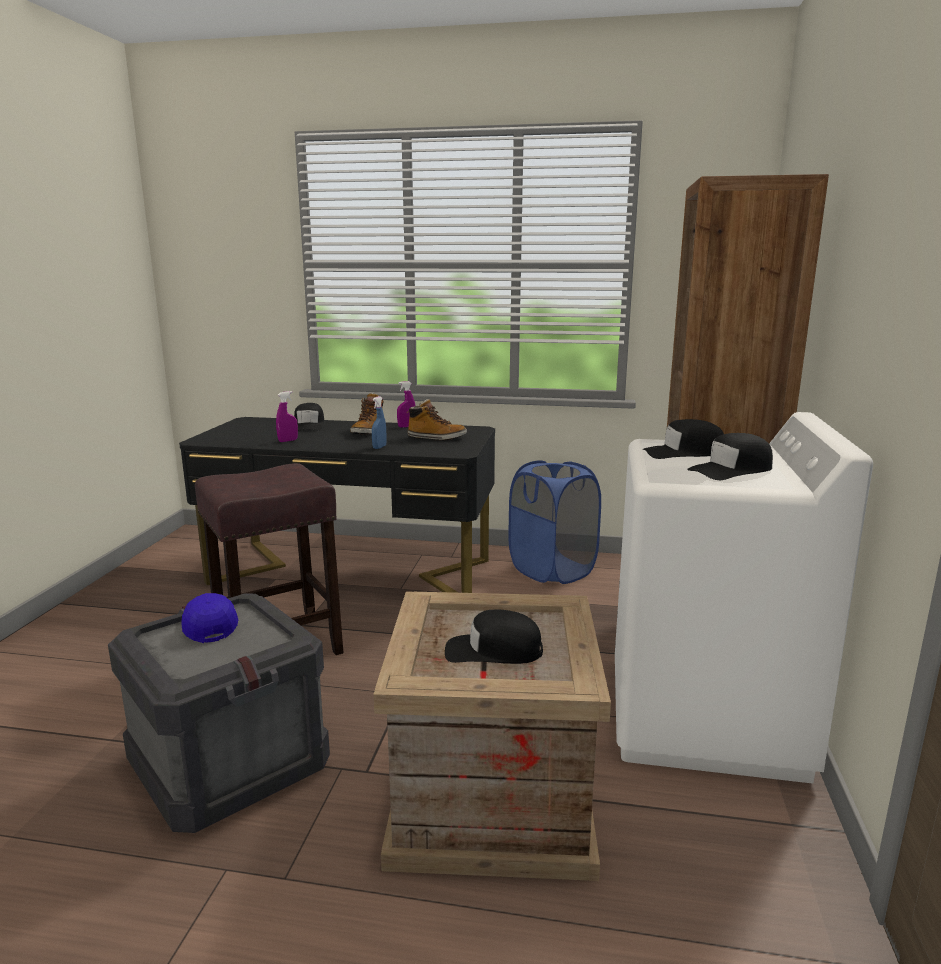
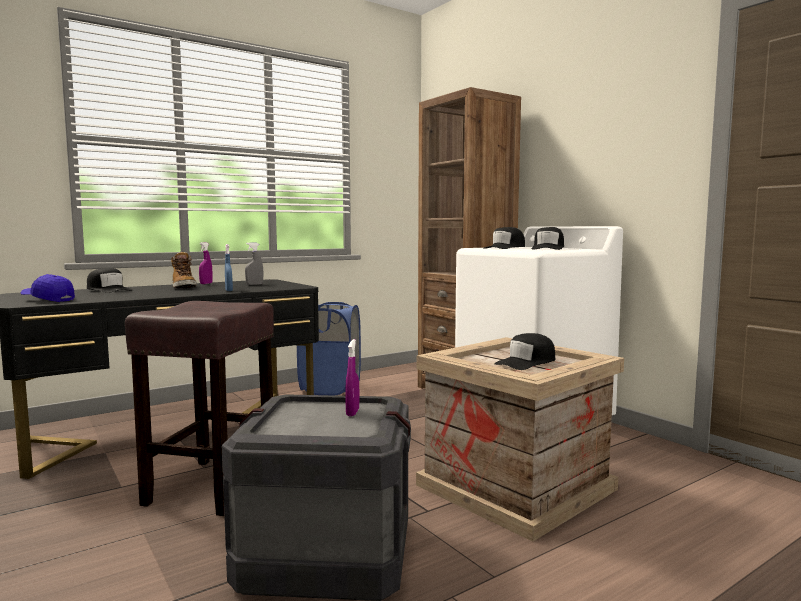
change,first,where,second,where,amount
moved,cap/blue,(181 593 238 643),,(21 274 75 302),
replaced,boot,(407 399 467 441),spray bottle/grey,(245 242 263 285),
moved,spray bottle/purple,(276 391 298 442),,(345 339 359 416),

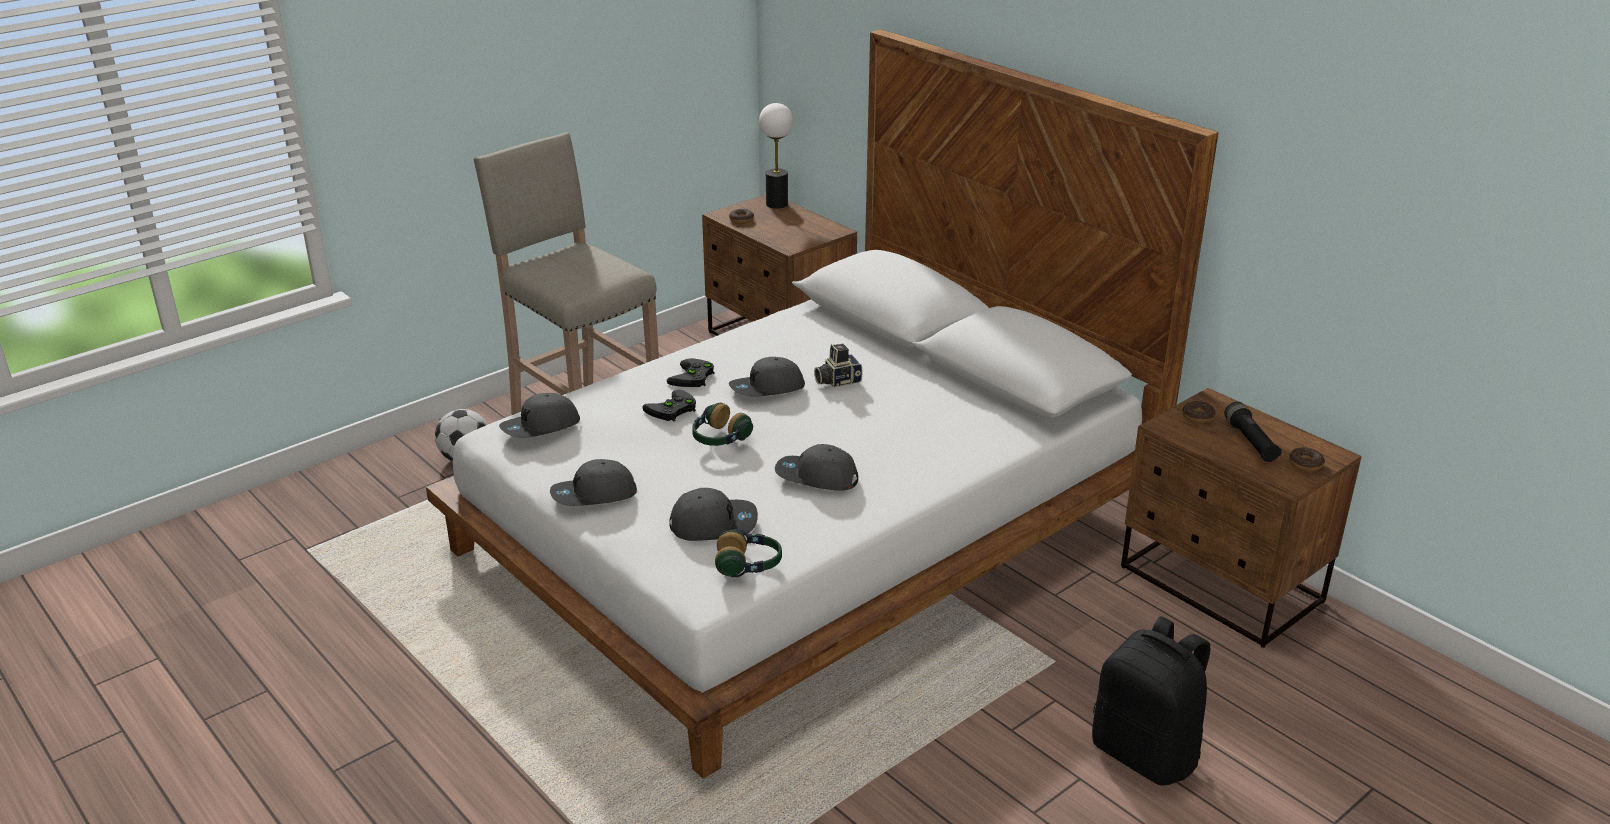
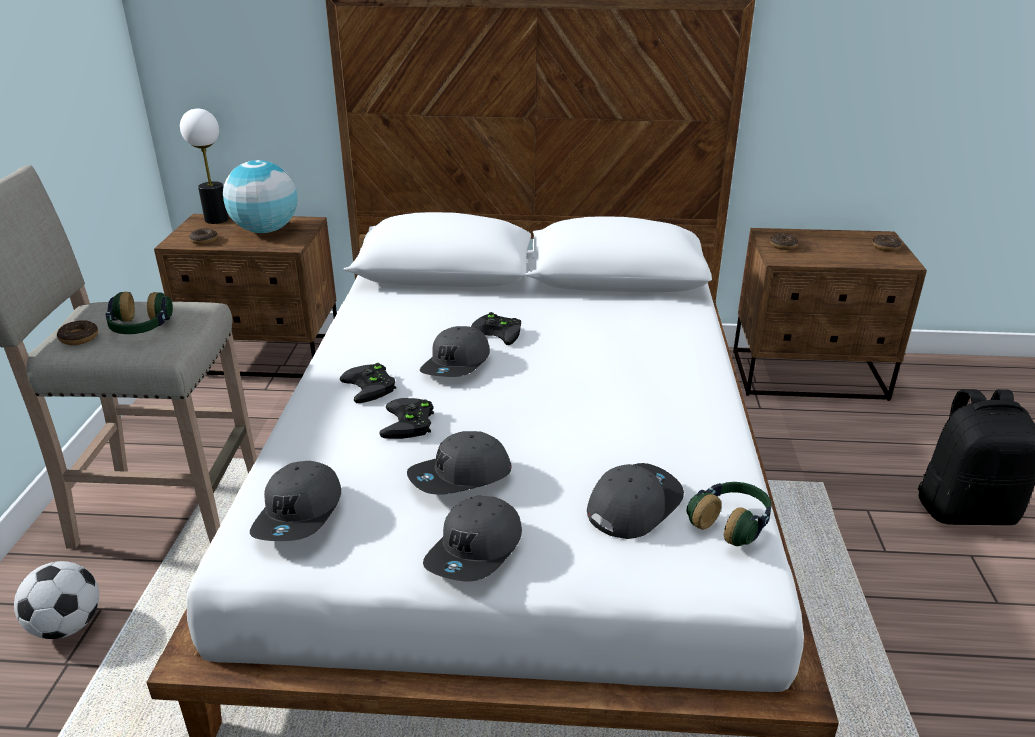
change,first,where,second,where,amount
added,,,donut,(57 320 98 345),
moved,headphones,(692 403 753 446),,(106 292 173 334),
added,,,globe,(223 160 298 233),
moved,cap/grey,(775 444 858 491),,(407 431 512 495),
replaced,photo camera,(814 344 862 388),game controller/black,(471 312 521 345),
removed,flashlight/black,(1224 402 1282 462),,,

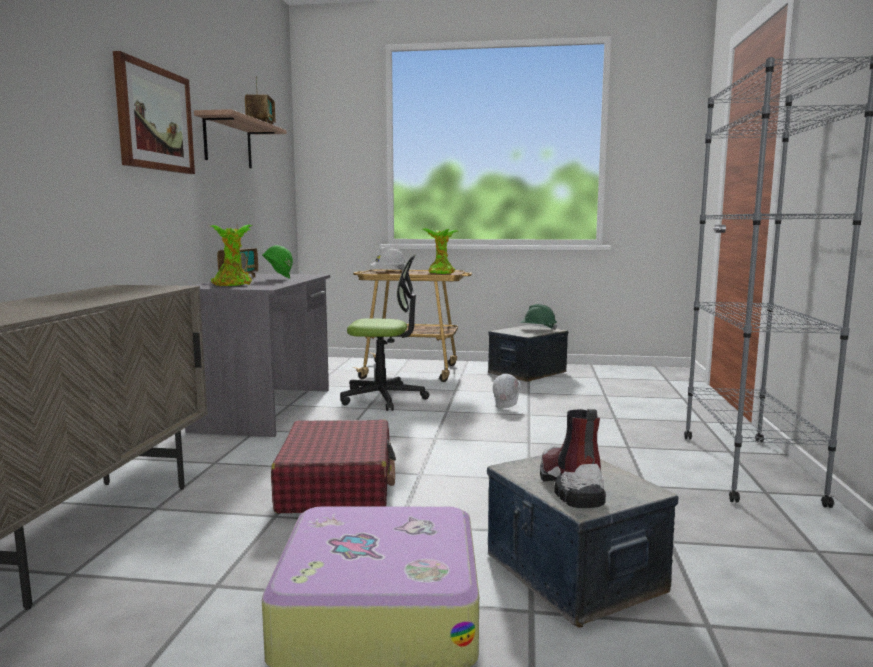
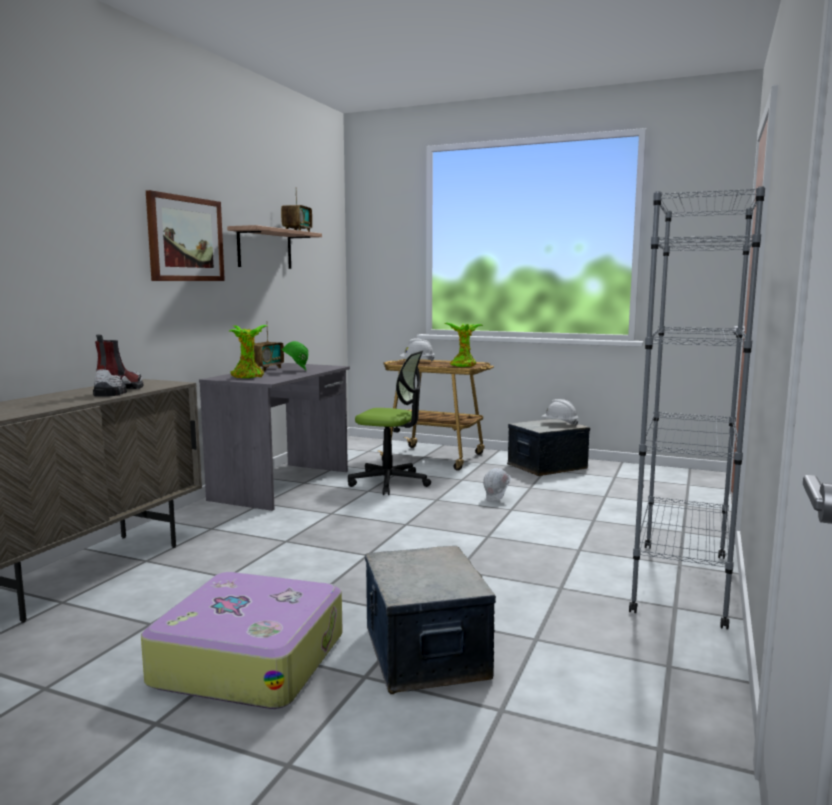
change,first,where,second,where,amount
moved,boot,(540 409 606 508),,(93 335 144 397),
recoloured,hard hat/green,(520 304 558 330),hard hat/white,(541 399 579 426),
removed,suitcase/red,(271 419 396 513),,,

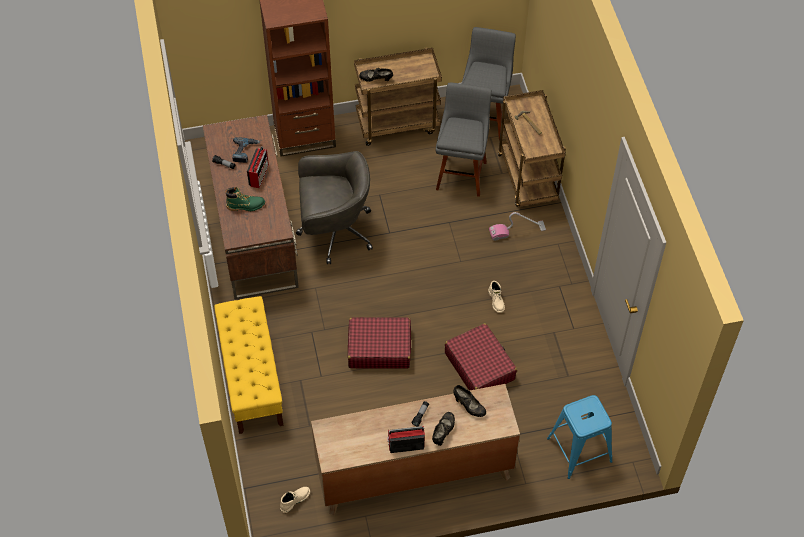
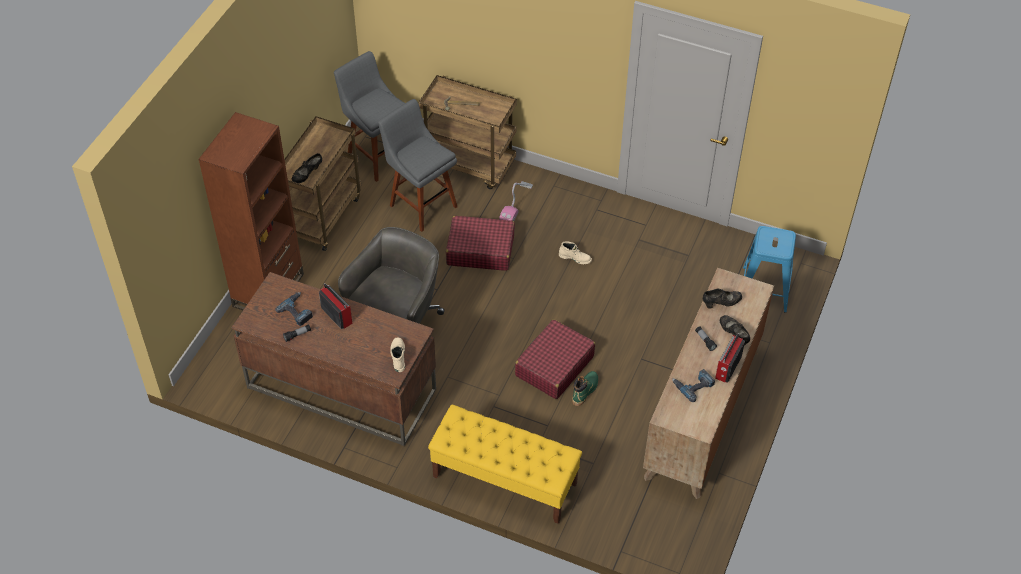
change,first,where,second,where,amount
moved,boot/beige,(280 487 310 513),,(390 337 405 372),
moved,suitcase/red,(445 323 517 391),,(446 216 515 271),
moved,boot/green,(225 187 265 211),,(572 371 598 406),
added,,,power drill,(672 369 715 402),

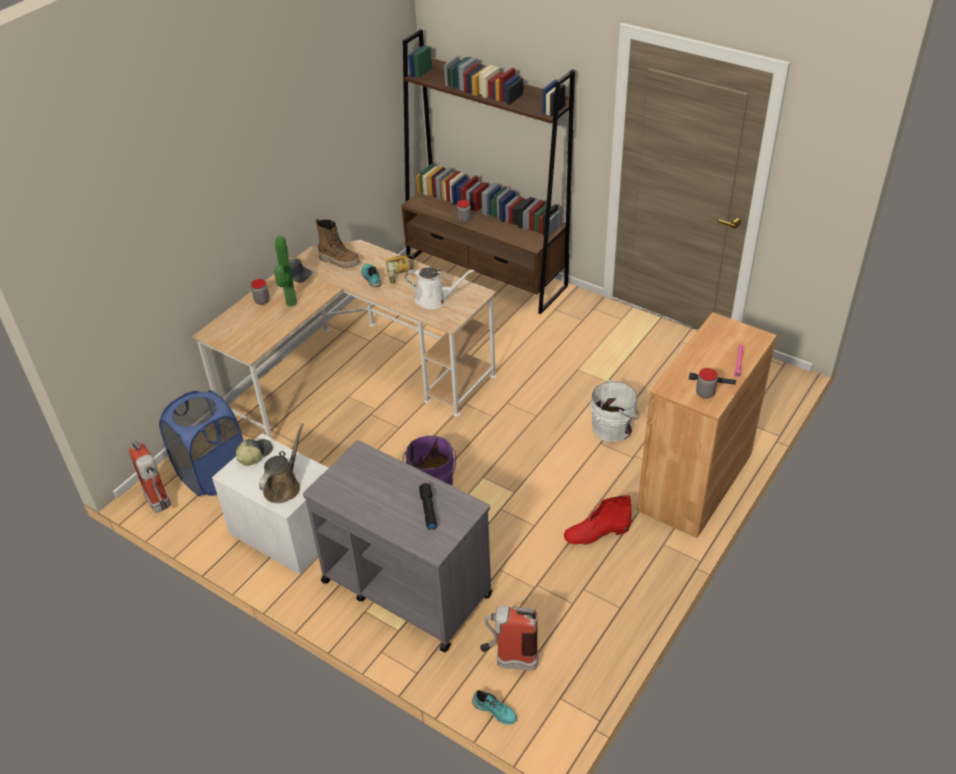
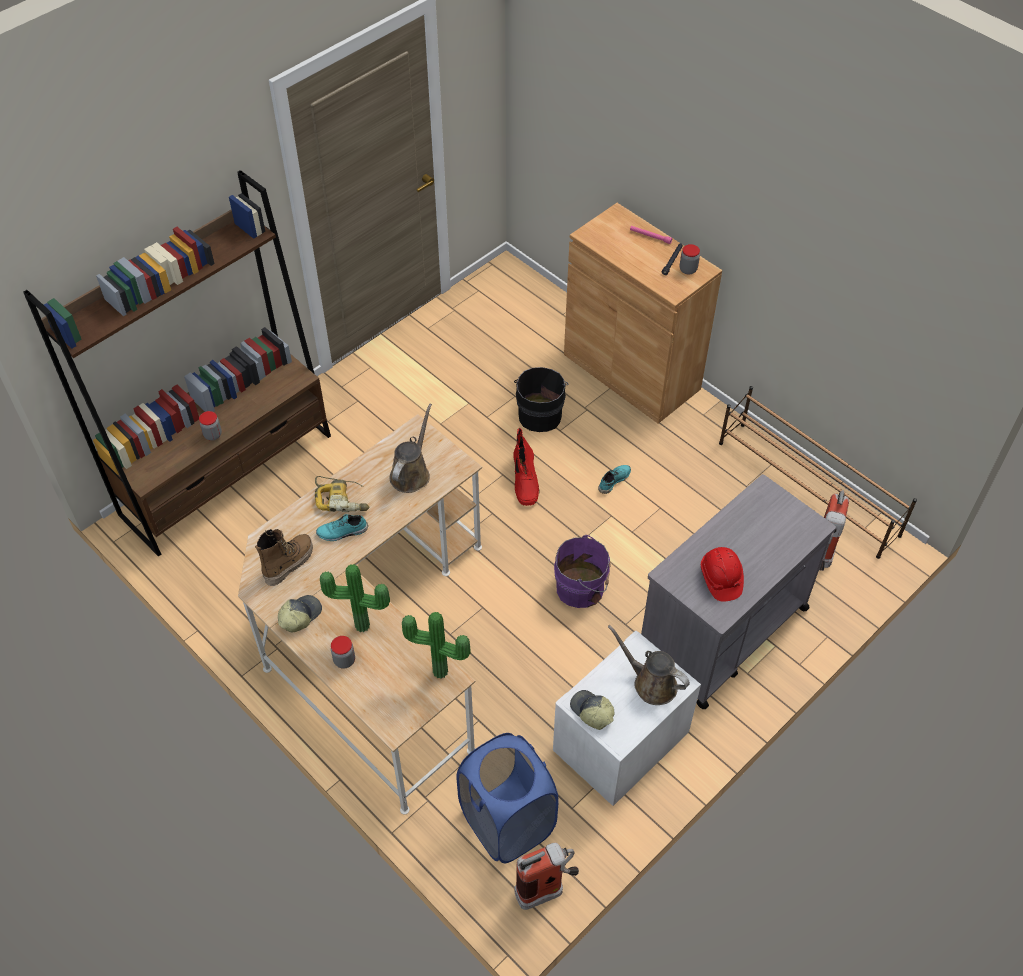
change,first,where,second,where,amount
recoloured,watering can/white,(405 267 474 309),watering can/brown,(390 404 432 493),
added,,,potted plant,(402 612 471 679),
moved,boot/red,(564 495 632 545),,(513 428 540 506),
recoloured,bucket/white,(591 379 639 442),bucket/black,(514 367 569 432),
moved,shoe/turquoise,(472 690 517 725),,(598 465 631 494),
added,,,hard hat/red,(701 547 744 602),
added,,,shoe rack/brown,(719 386 917 559),
removed,flashlight/black,(419 483 437 530),,,

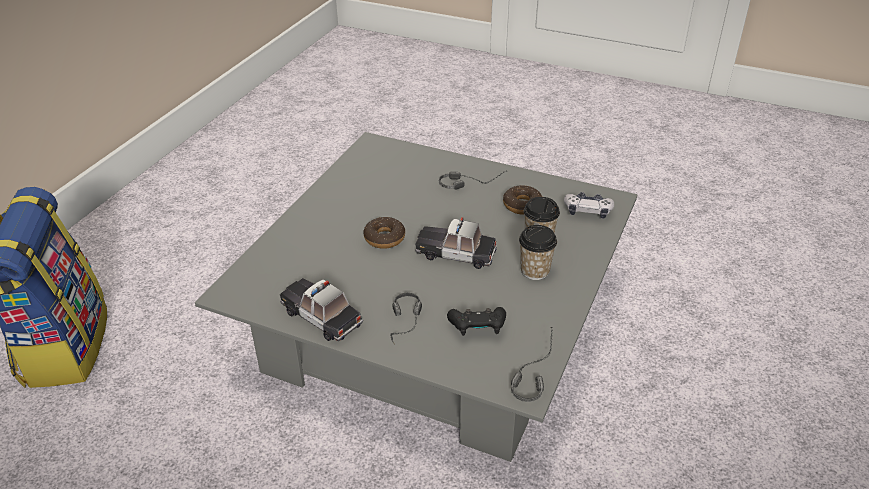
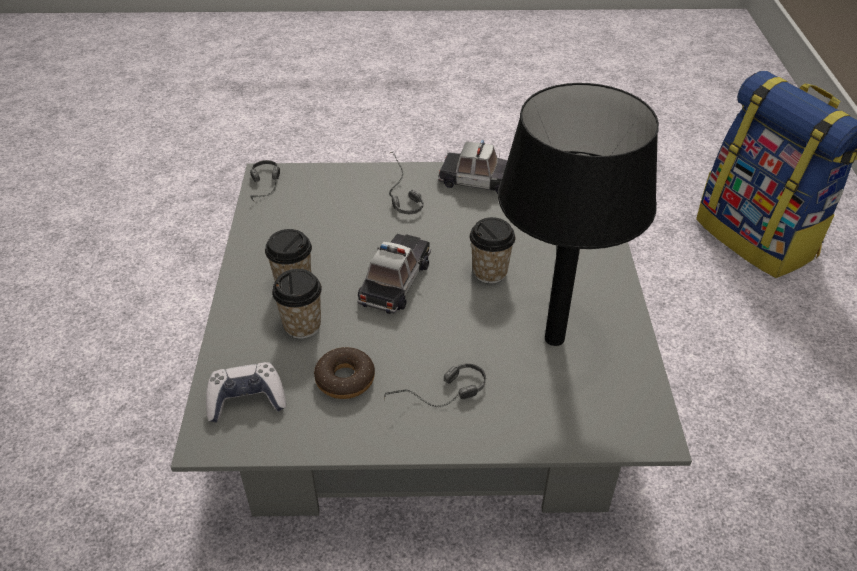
change,first,where,second,where,amount
turned,toy car,(415 217 497 269),,(357 234 431 314),60 degrees counterclockwise
replaced,donut,(363 217 405 249),cup,(469 217 515 284),
added,,,table lamp/black,(498 83 659 346),
removed,game controller/black,(447 307 506 336),,,

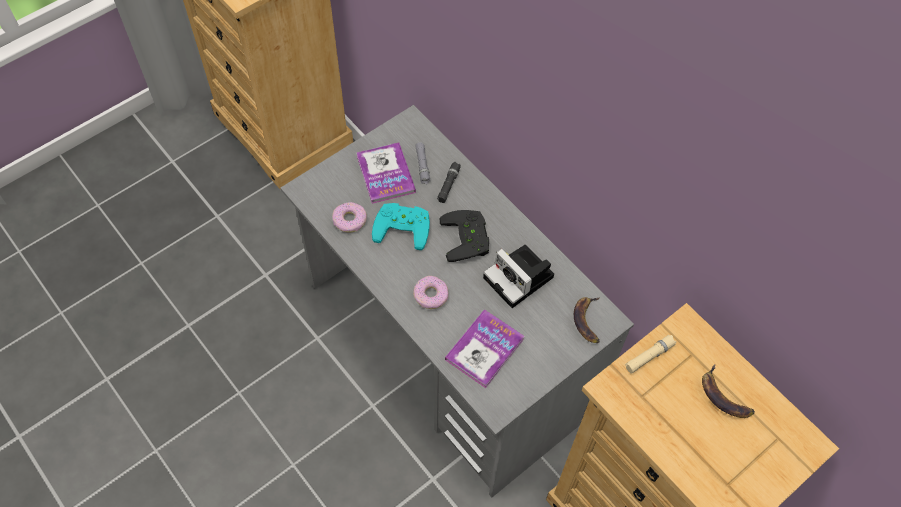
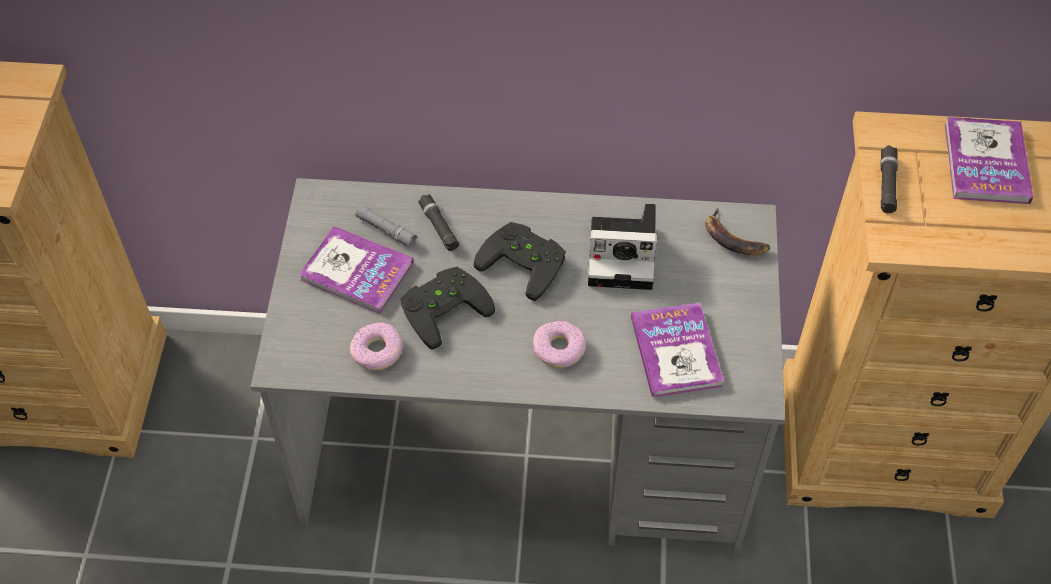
change,first,where,second,where,amount
recoloured,game controller/turquoise,(372 203 430 250),game controller/black,(400 267 495 350),
recoloured,flashlight/beige,(625 335 676 374),flashlight/black,(880 145 898 213),
replaced,banana,(702 364 755 418),book,(945 117 1034 204),

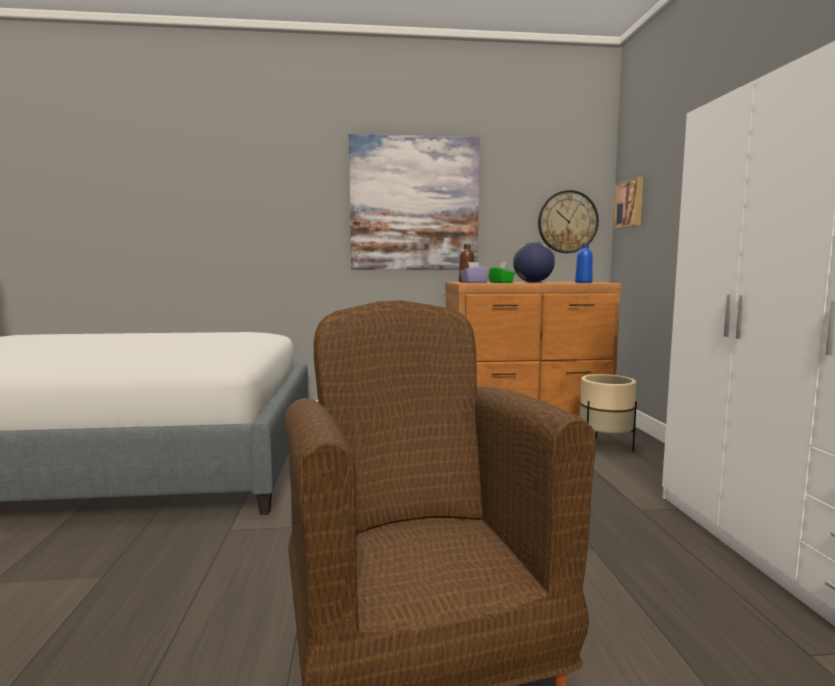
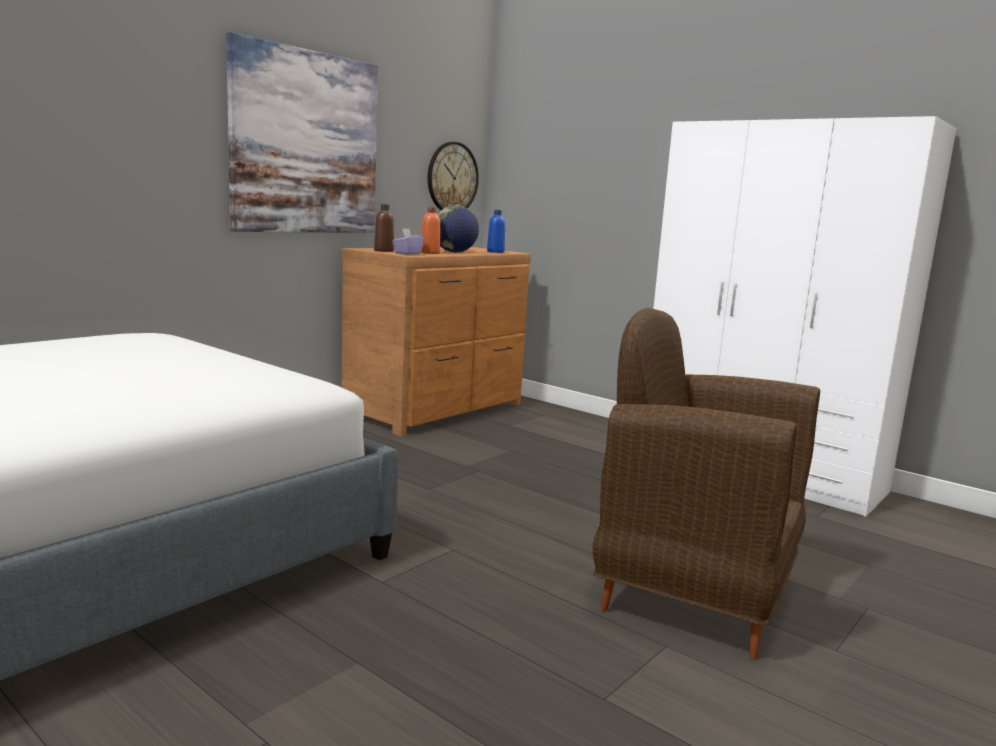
change,first,where,second,where,amount
replaced,tissue box/green,(489 262 515 283),bottle/orange,(421 207 440 254),
removed,planter/beige,(580 374 637 452),,,
removed,picture,(613 176 643 229),,,

